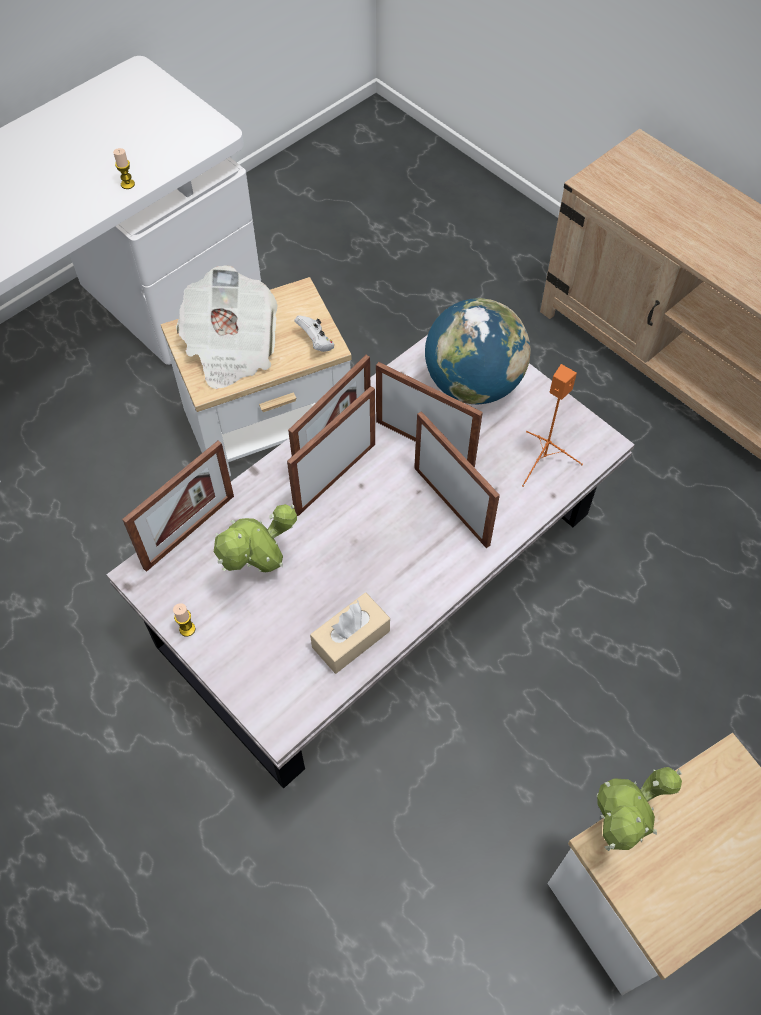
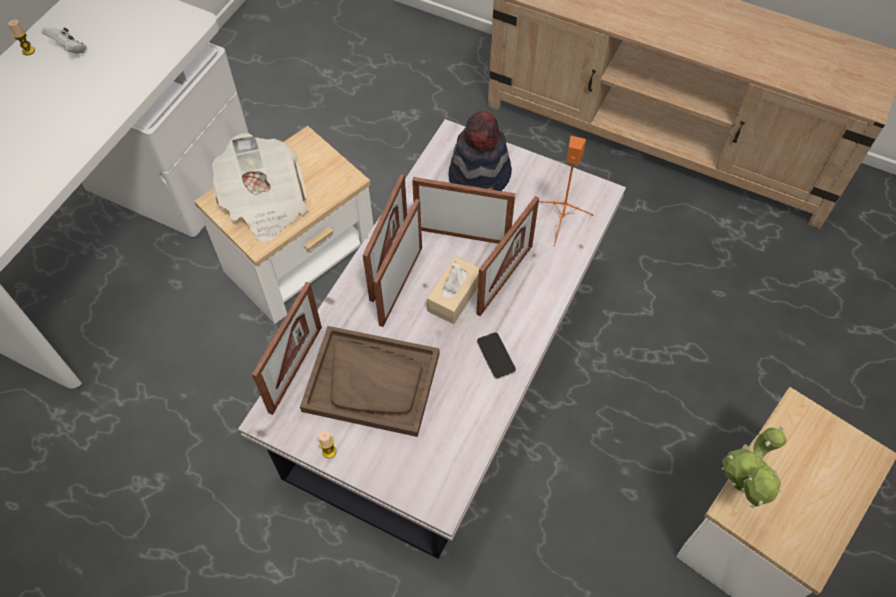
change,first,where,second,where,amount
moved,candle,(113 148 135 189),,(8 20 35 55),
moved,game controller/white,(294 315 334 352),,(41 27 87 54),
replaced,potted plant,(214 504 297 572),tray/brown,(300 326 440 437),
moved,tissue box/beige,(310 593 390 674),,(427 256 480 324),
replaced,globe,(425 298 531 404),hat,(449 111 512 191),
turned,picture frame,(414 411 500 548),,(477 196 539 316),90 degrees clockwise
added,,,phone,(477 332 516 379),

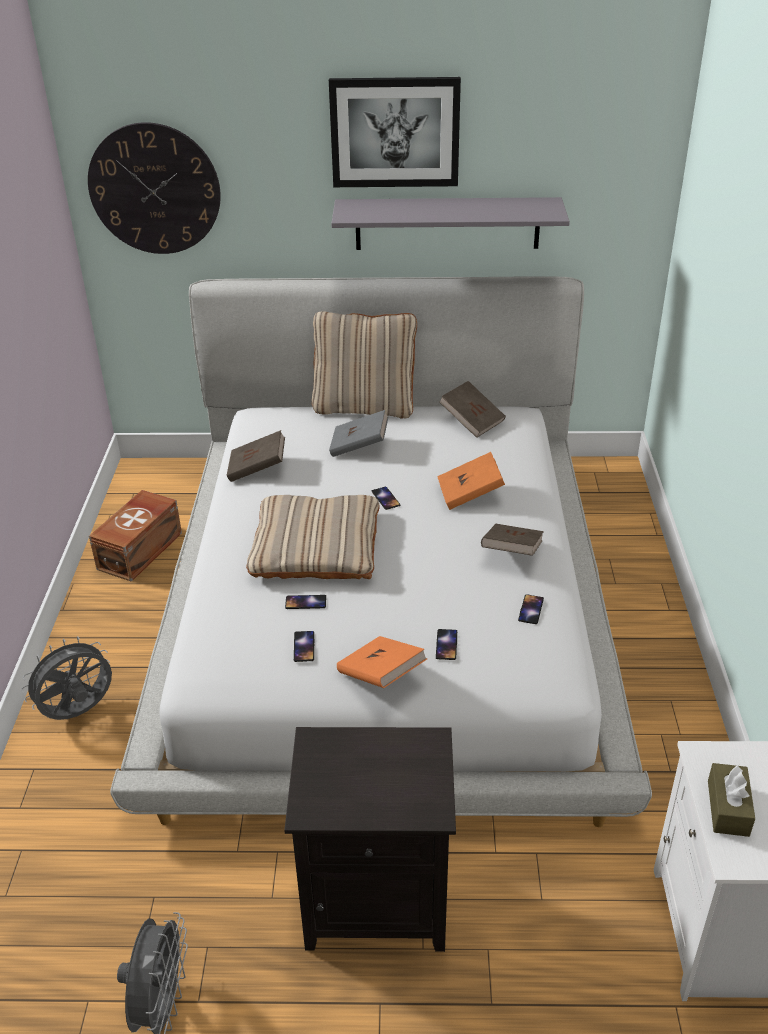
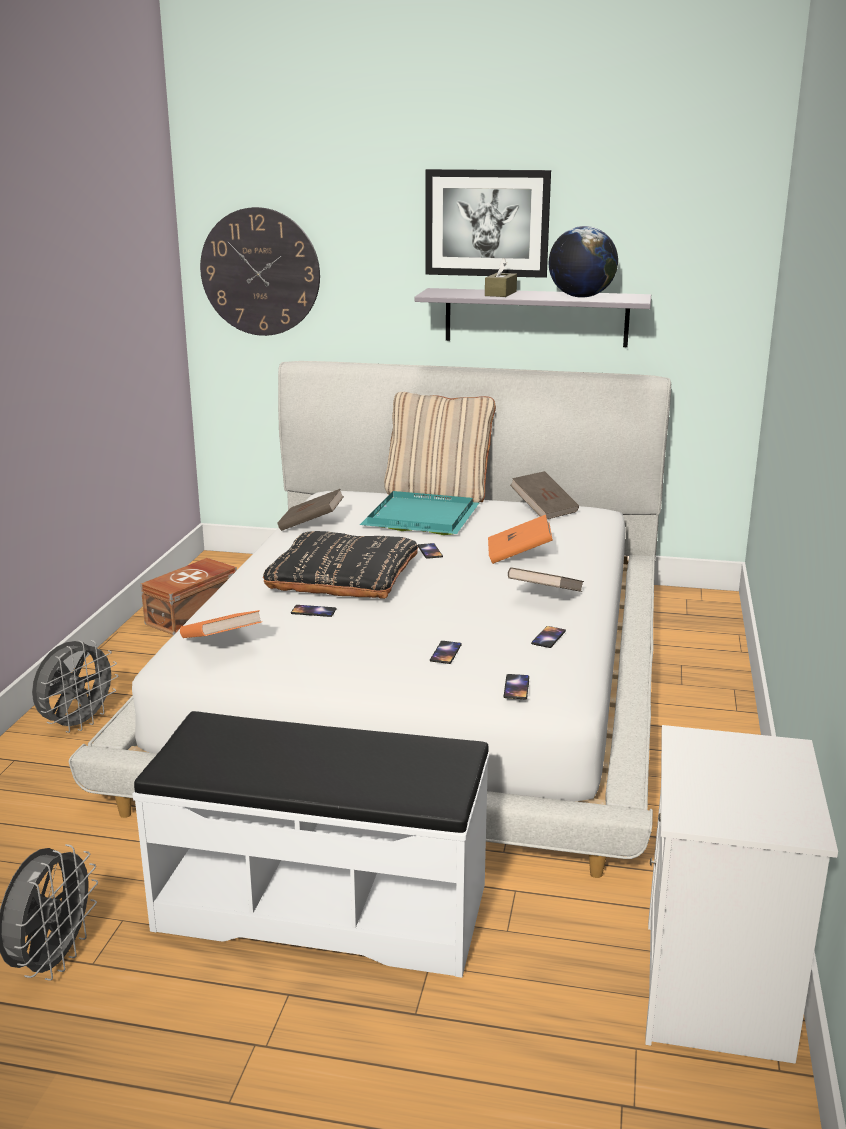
change,first,where,second,where,amount
turned,fan/grey,(21 636 112 720),,(32 640 118 733),150 degrees clockwise
replaced,nightstand/black,(284 727 456 952),bench/white,(133 711 489 978),
moved,book/orange,(337 636 427 688),,(180 610 262 638),
recoloured,pillow/beige,(246 495 379 579),pillow/black,(263 531 418 599),
replaced,book/grey,(329 410 388 457),tray/turquoise,(360 491 479 535),
moved,tissue box/brown,(708 763 755 837),,(485 258 517 297),
moved,phone,(294 631 315 662),,(504 674 529 699),
added,,,globe,(549 226 618 298),

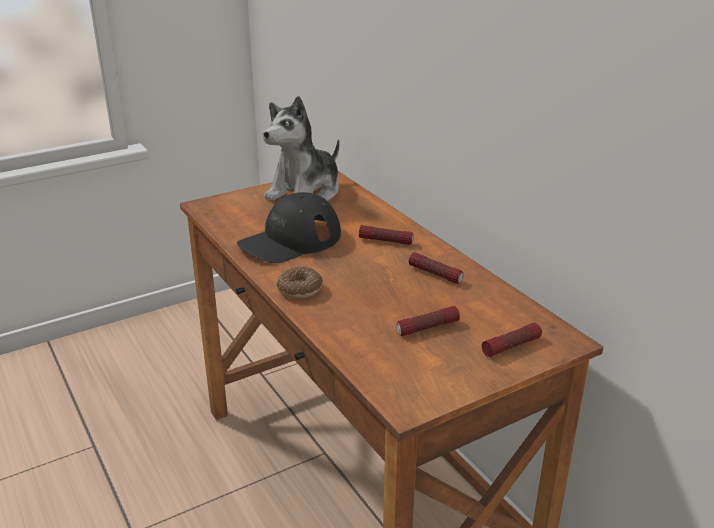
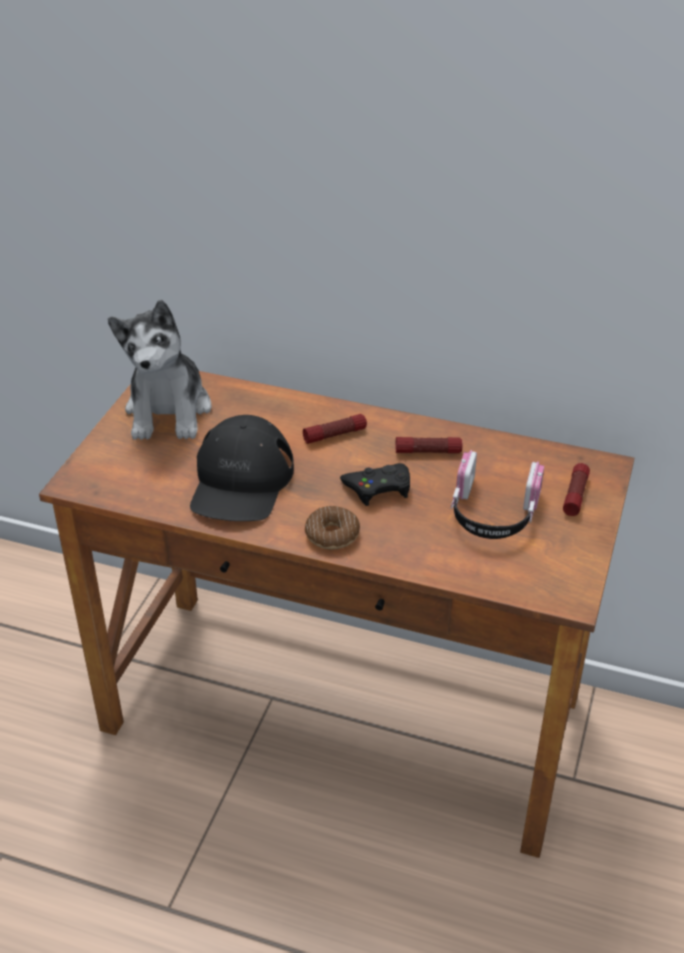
change,first,where,second,where,amount
added,,,game controller/black,(340 463 410 506),
replaced,flashlight,(396 306 460 336),headphones,(451 450 544 539),

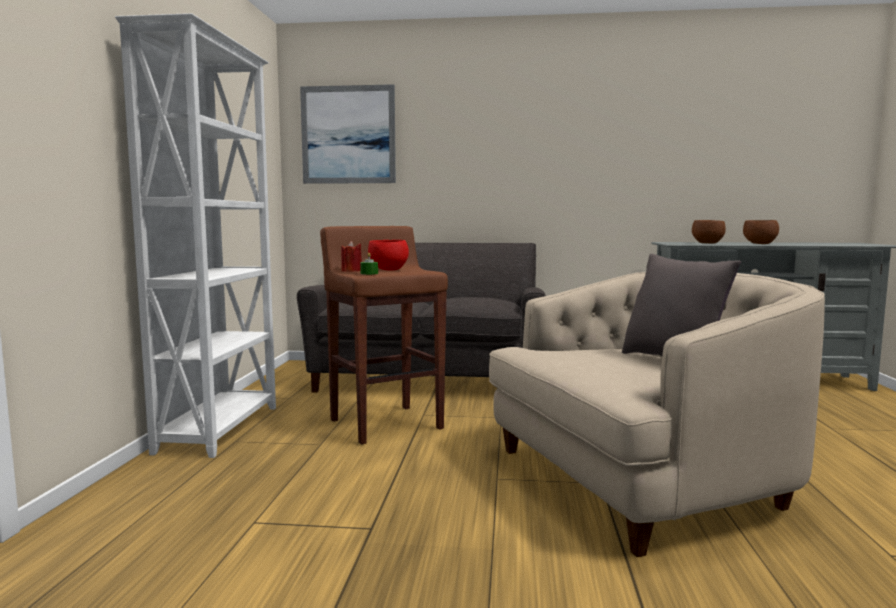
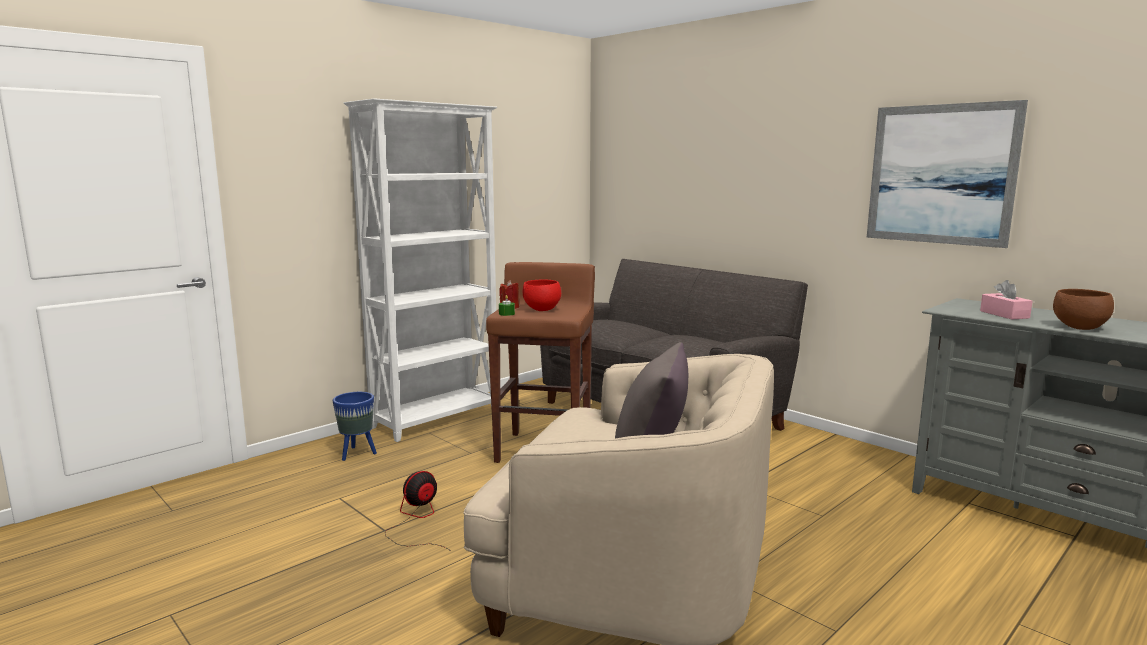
change,first,where,second,where,amount
added,,,planter/blue,(333 392 377 461),
added,,,fan,(385 471 451 551),
moved,picture,(300 84 396 184),,(867 100 1028 248),
replaced,bowl/brown,(692 220 726 243),tissue box/pink,(980 280 1033 320),

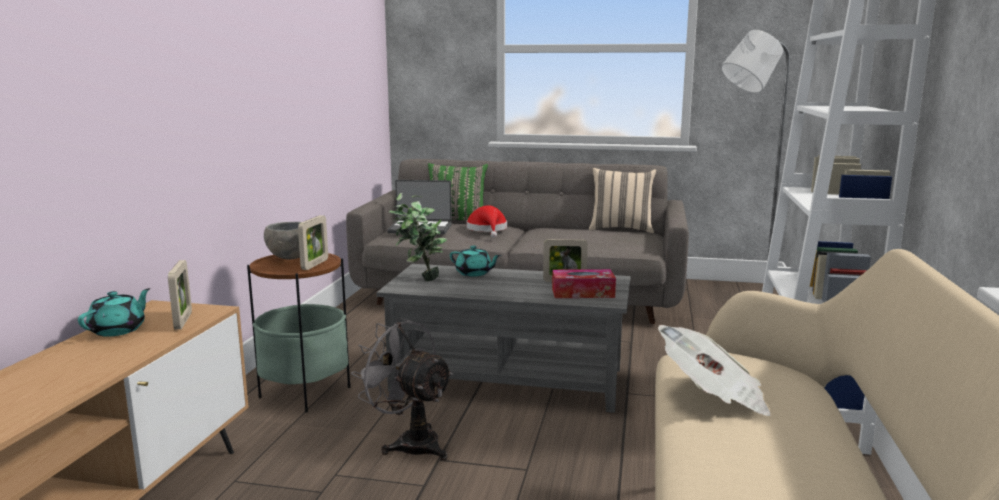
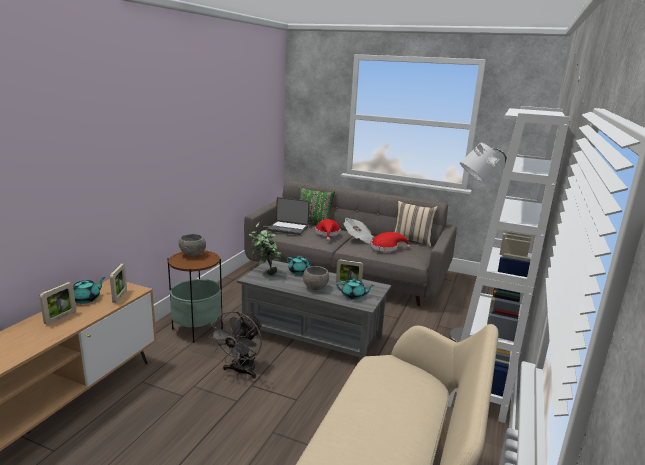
change,first,where,second,where,amount
moved,picture frame,(298 215 328 270),,(39 282 76 325),
turned,fan/grey,(351 317 453 460),,(208 311 262 379),120 degrees counterclockwise
added,,,bowl/grey,(303 266 329 290),
replaced,tissue box,(552 269 616 298),teapot/turquoise,(336 279 374 300),
moved,newspaper,(658 325 771 416),,(343 218 374 244),
added,,,hat/red,(371 232 410 252),

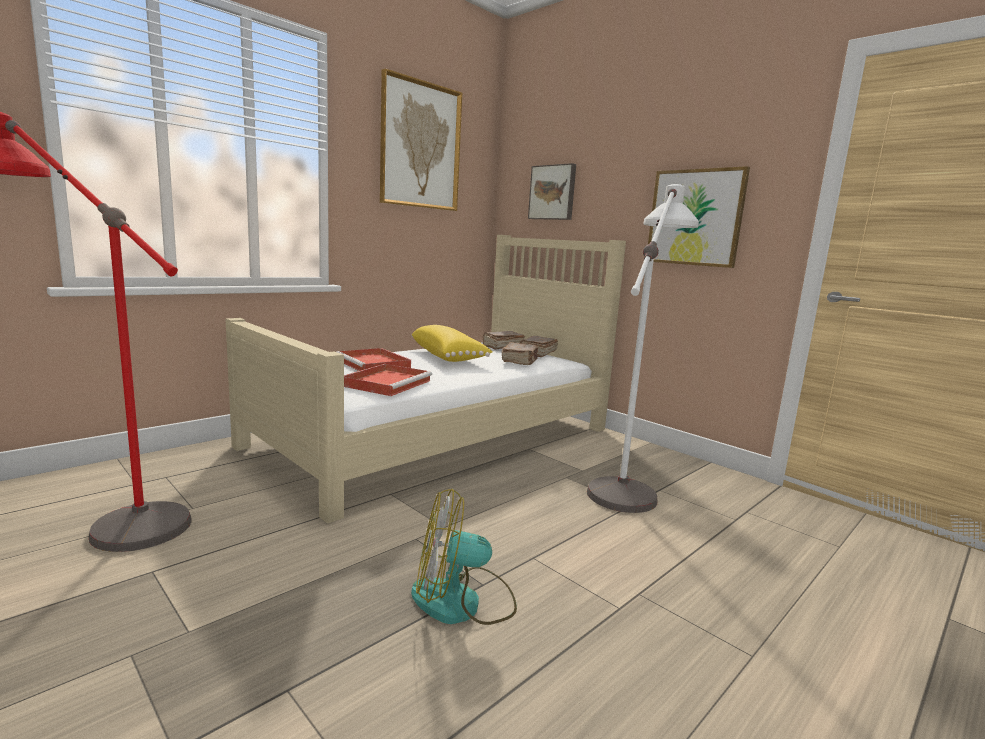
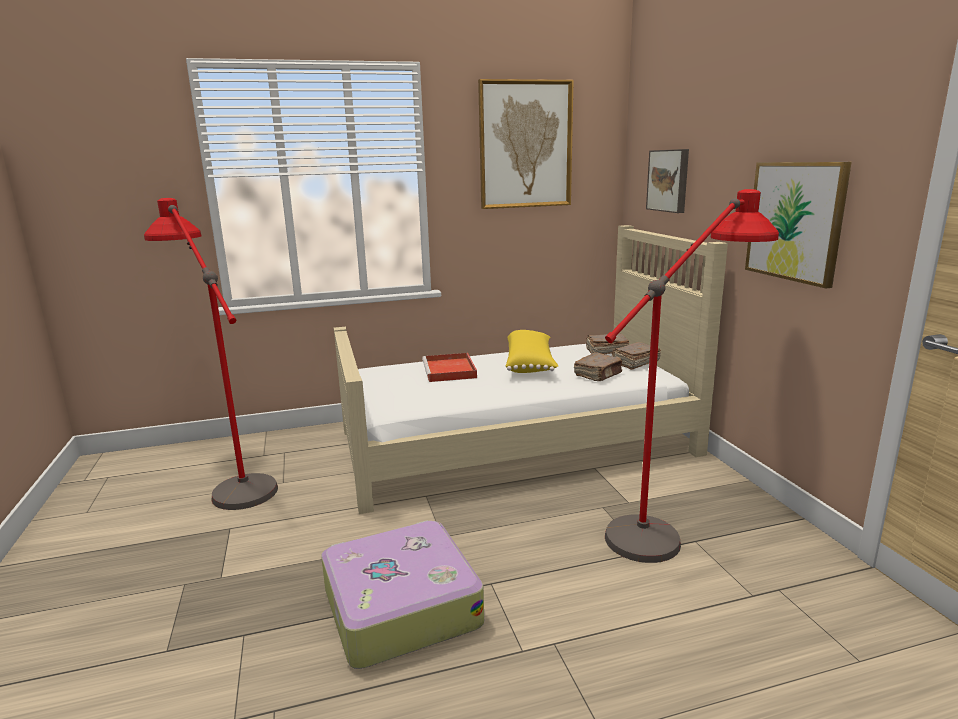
change,first,where,second,where,amount
replaced,fan,(411 489 517 625),suitcase,(321 520 484 669),
recoloured,floor lamp/white,(587 184 699 513),floor lamp/red,(605 189 779 563),
removed,tray/red,(344 364 432 396),,,

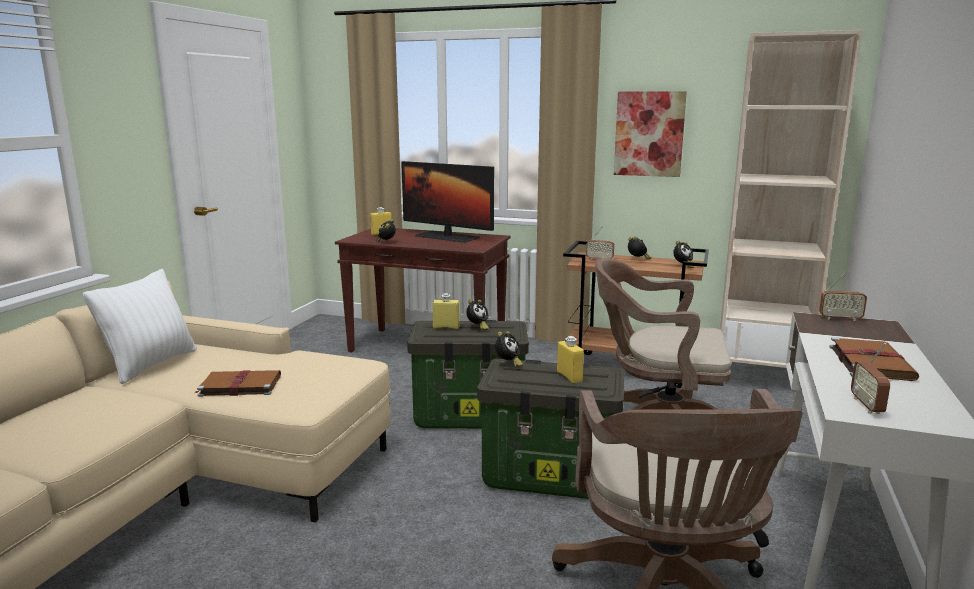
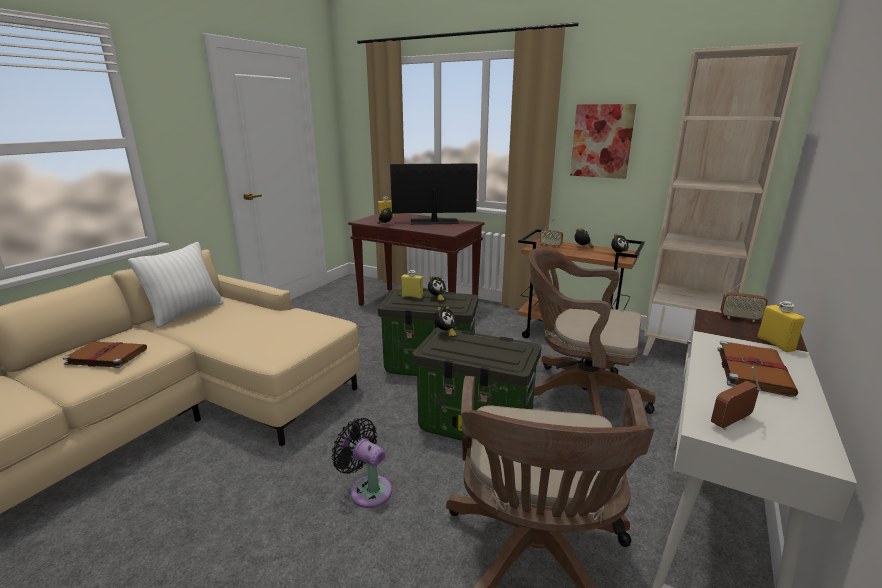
change,first,where,second,where,amount
moved,book/brown,(195 370 281 397),,(63 341 147 368),
added,,,fan/black,(332 418 392 508),
turned,monitor,(401 161 494 243),,(390 163 478 225),135 degrees clockwise
turned,radio,(851 343 890 414),,(711 366 761 430),45 degrees clockwise
moved,bottle/yellow,(557 336 584 383),,(757 301 805 352),

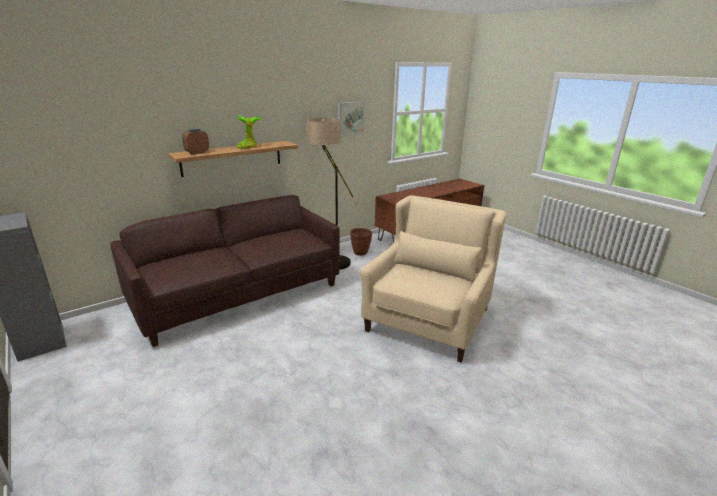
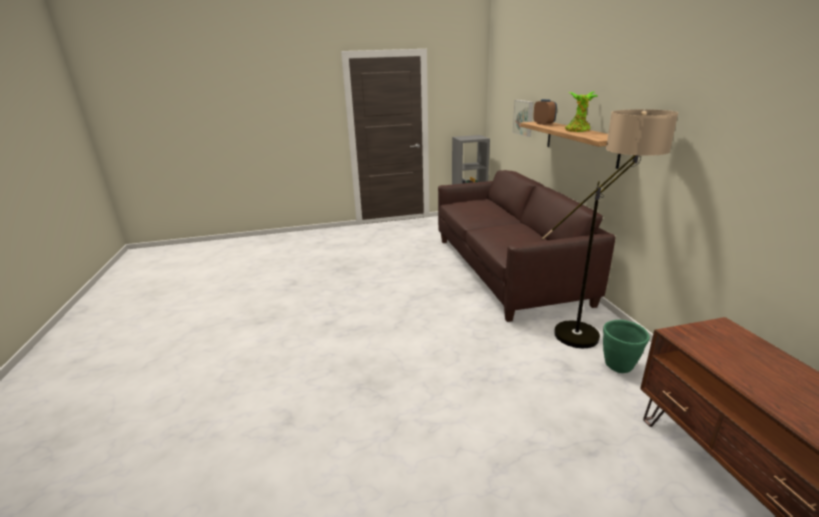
change,first,where,second,where,amount
moved,picture,(338 102 364 134),,(512 100 533 137),
recoloured,planter/brown,(350 228 372 256),planter/green,(603 320 650 373),
removed,armchair/beige,(360 195 506 363),,,

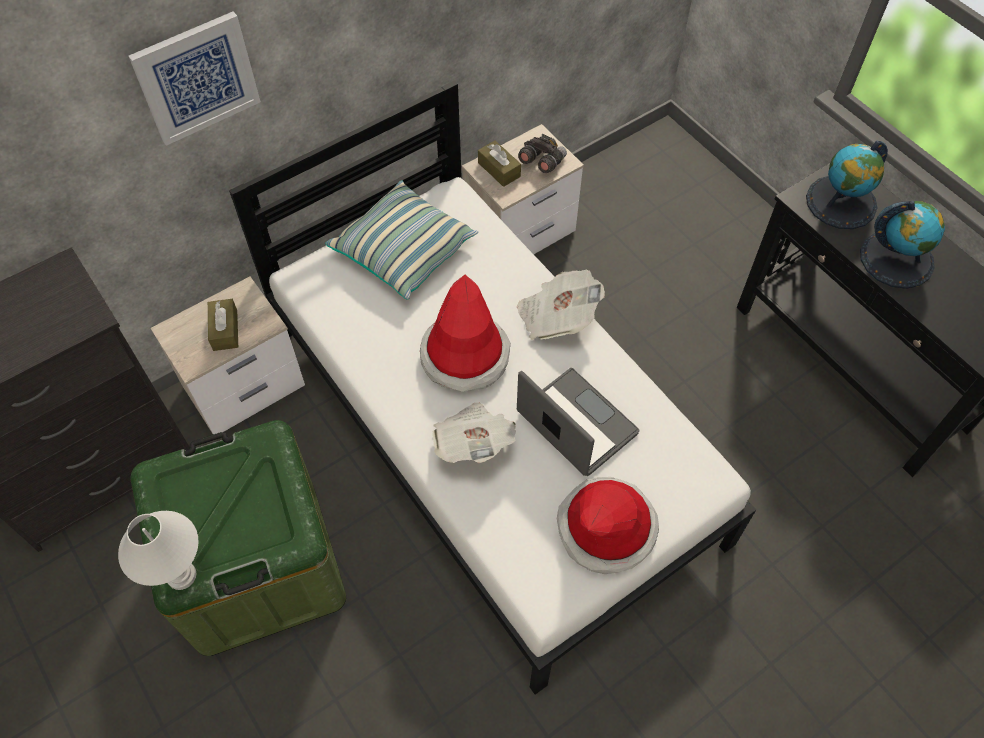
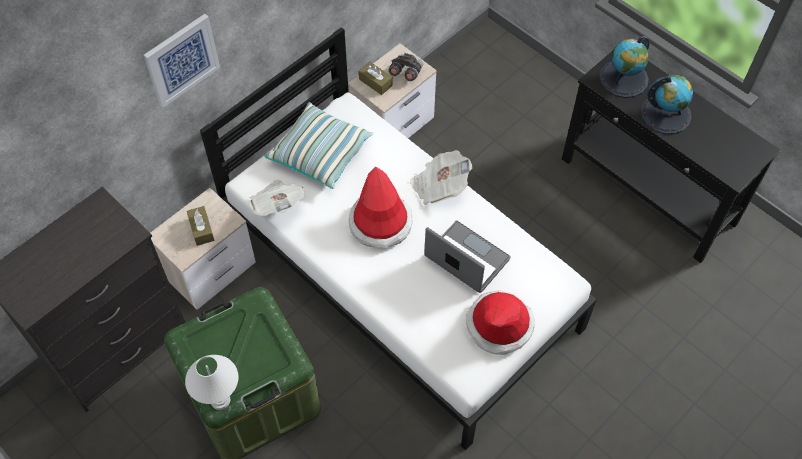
change,first,where,second,where,amount
moved,newspaper,(432 403 516 463),,(250 180 304 216),

